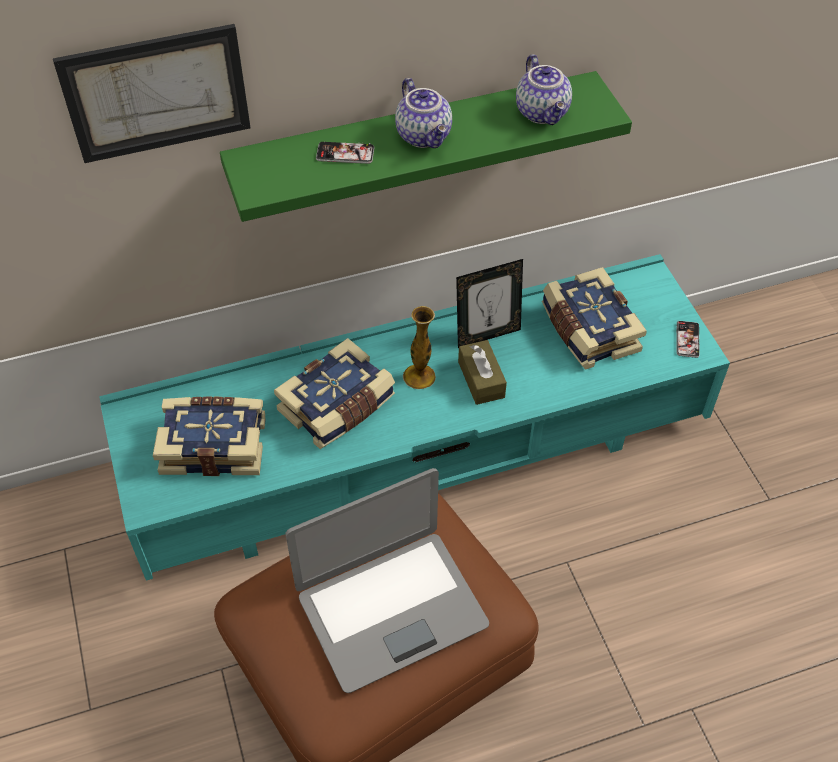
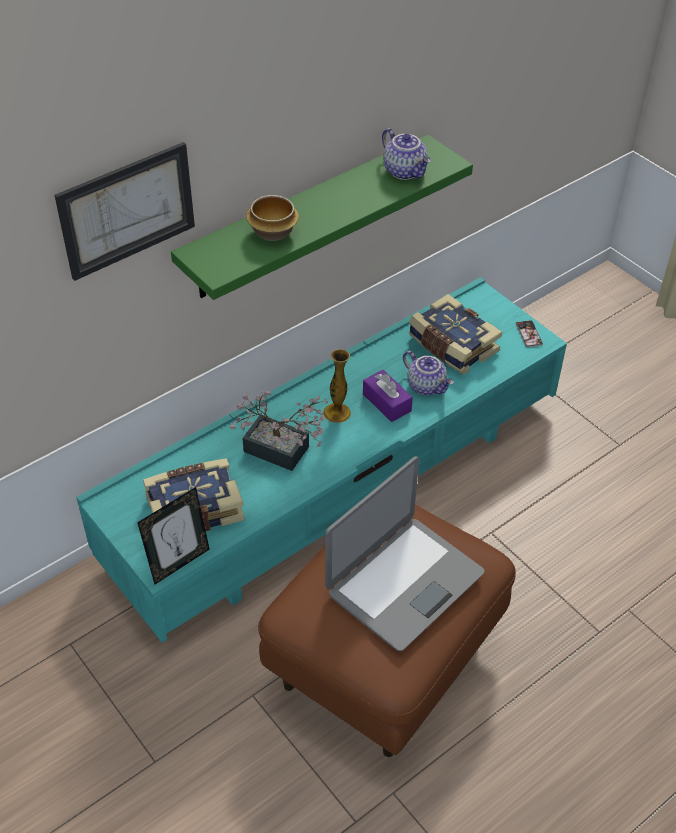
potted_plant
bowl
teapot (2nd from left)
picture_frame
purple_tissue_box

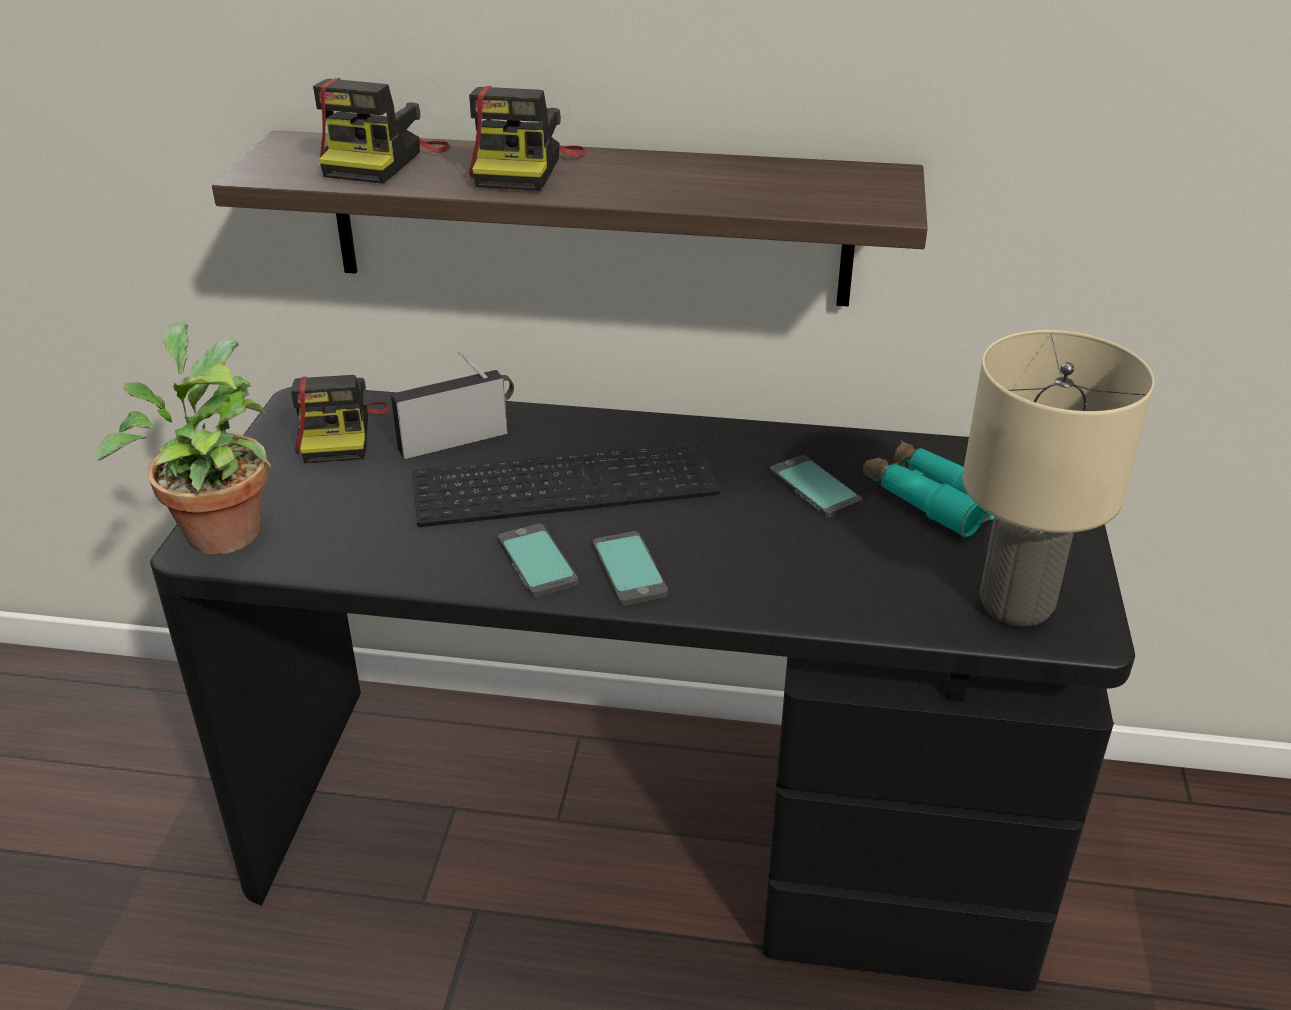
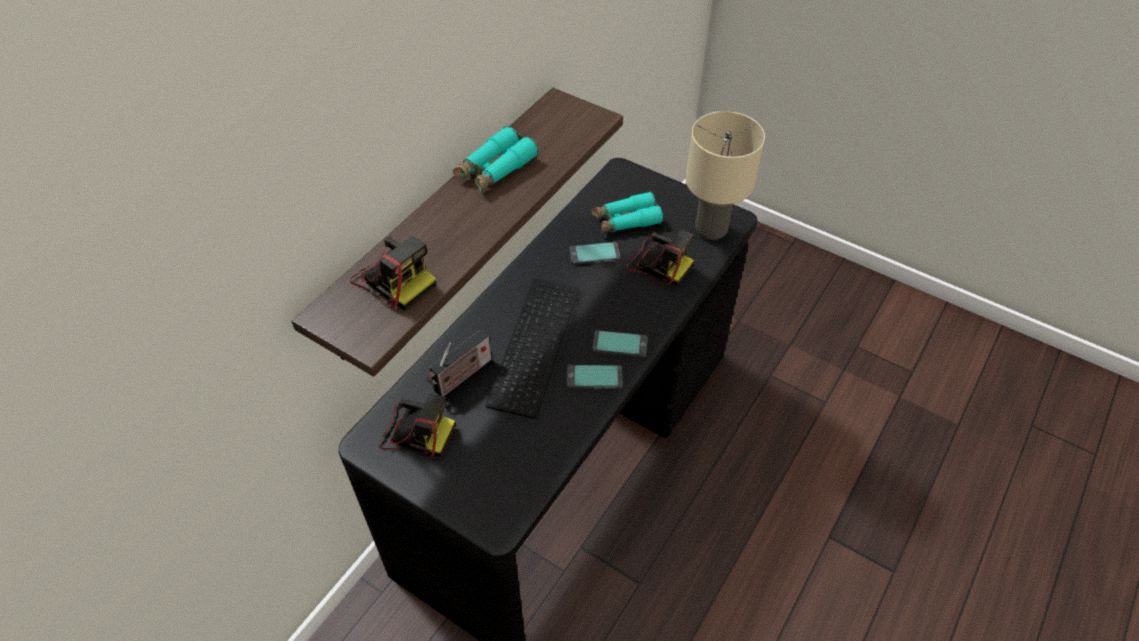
potted_plant
radio
photo_camera (3rd from left)
turquoise_binoculars (1st from left)

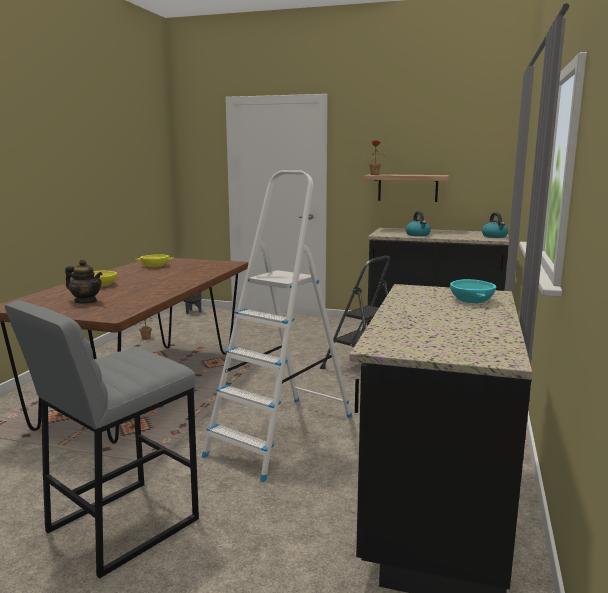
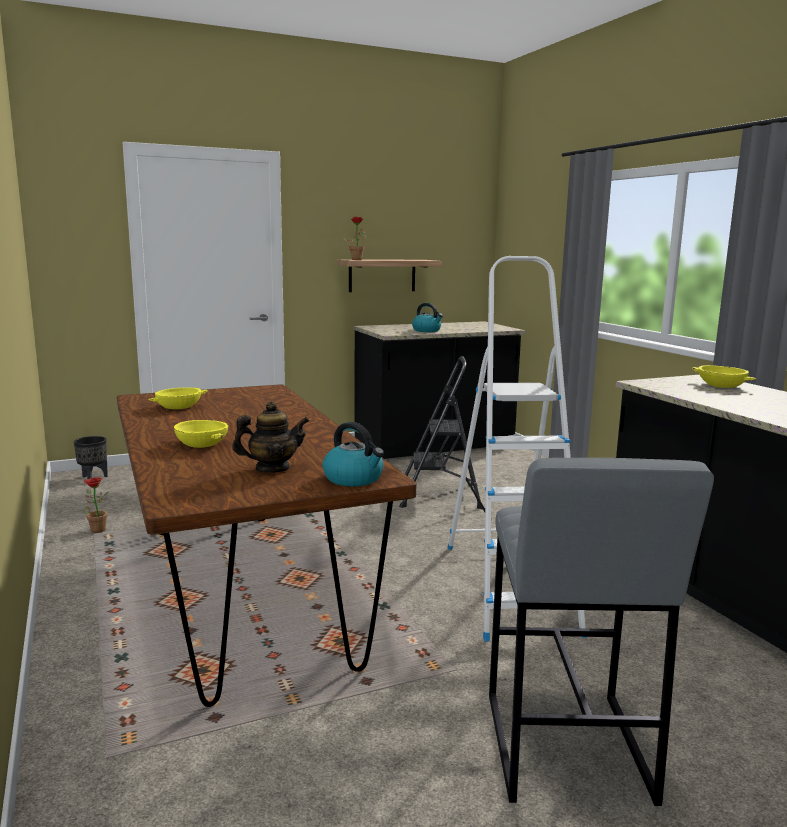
yellow_bowl (3rd from left)
kettle (1st from left)

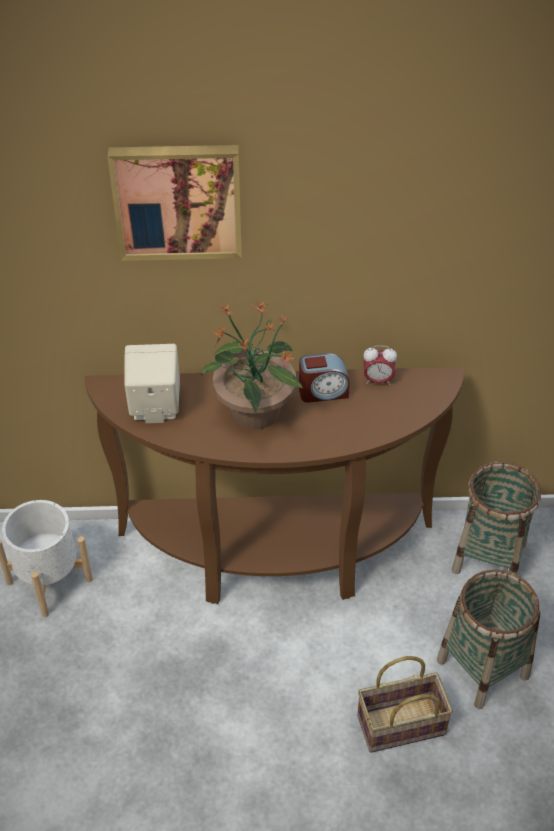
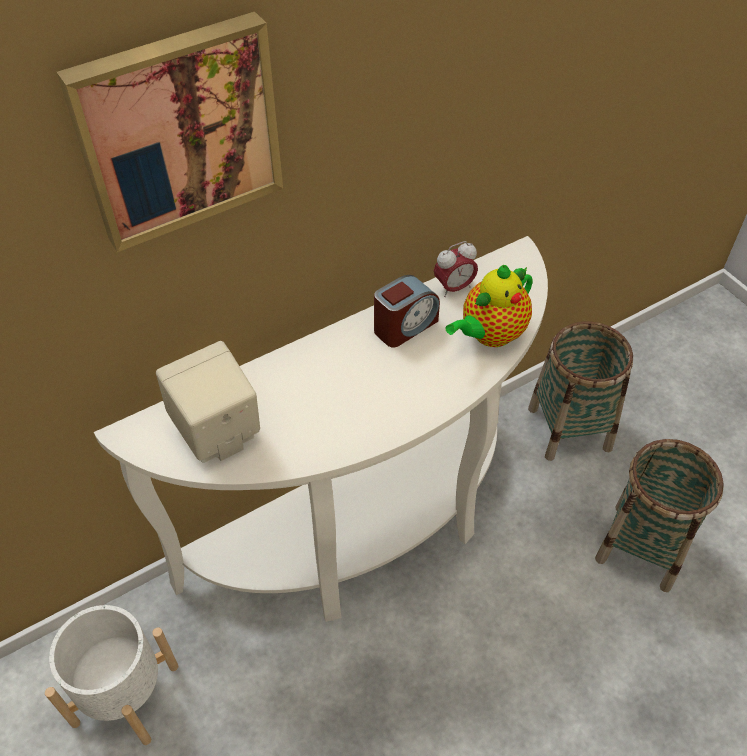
white_console_table
potted_plant
basket (1st from left in the first image)
teapot

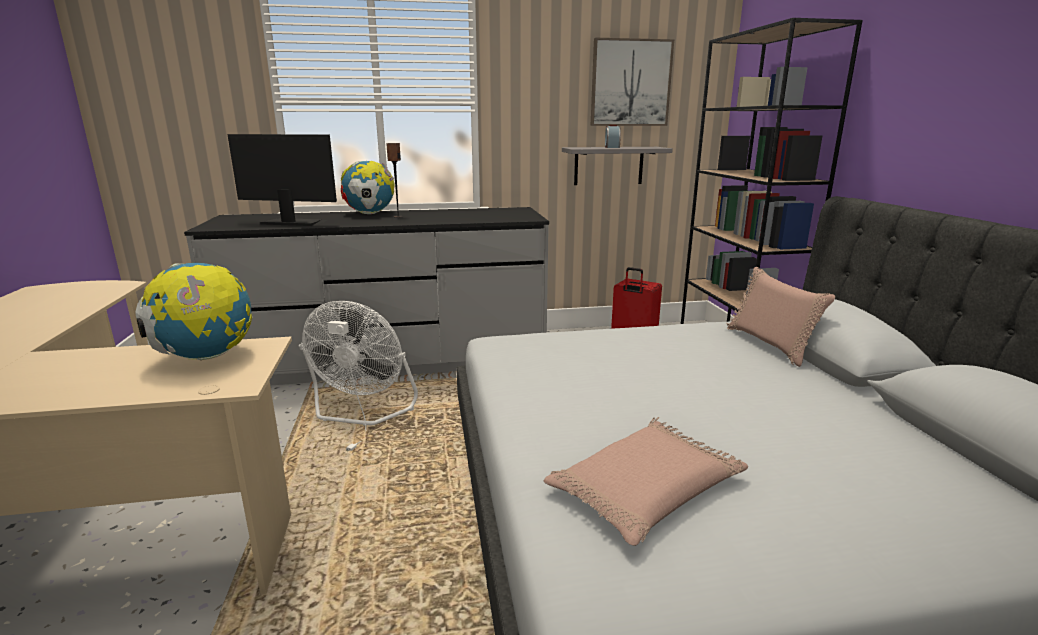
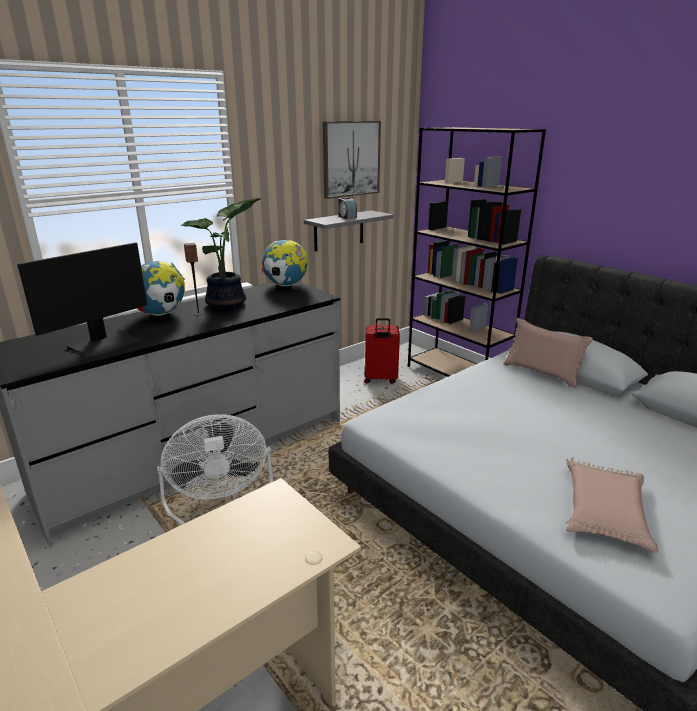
globe (2nd from left)
monitor
potted_plant

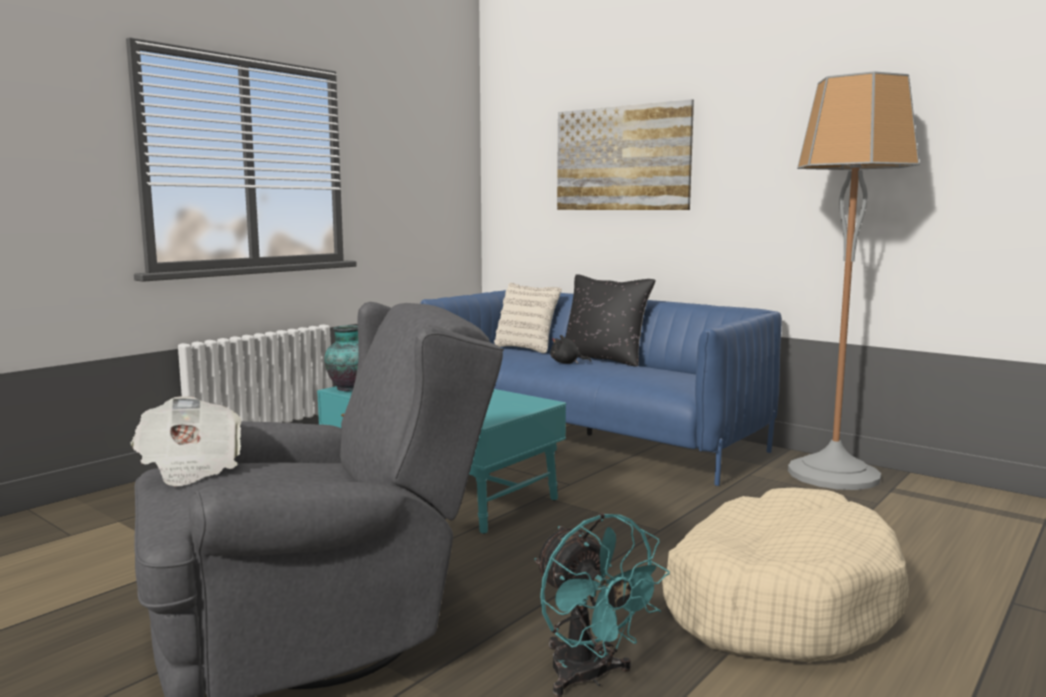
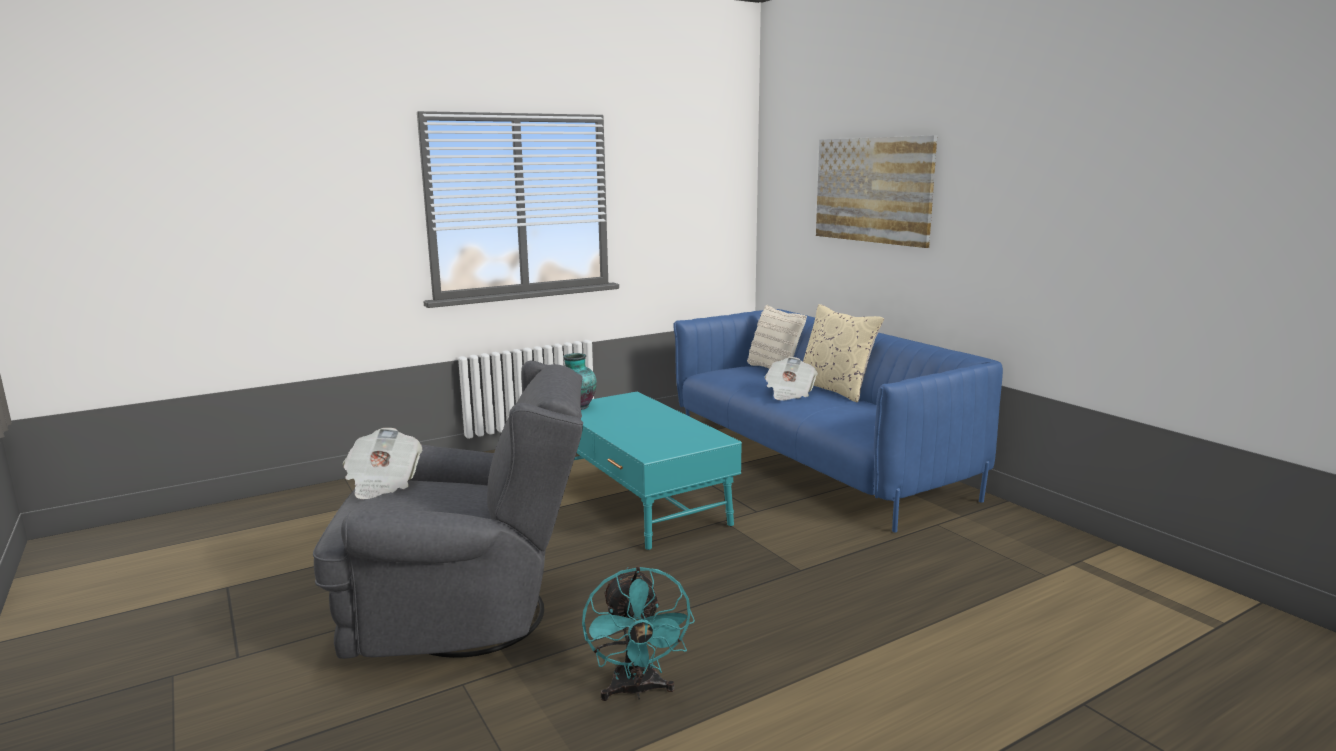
newspaper (2nd from left)
beige_pillow (2nd from left)
beige_dog_bed
floor_lamp

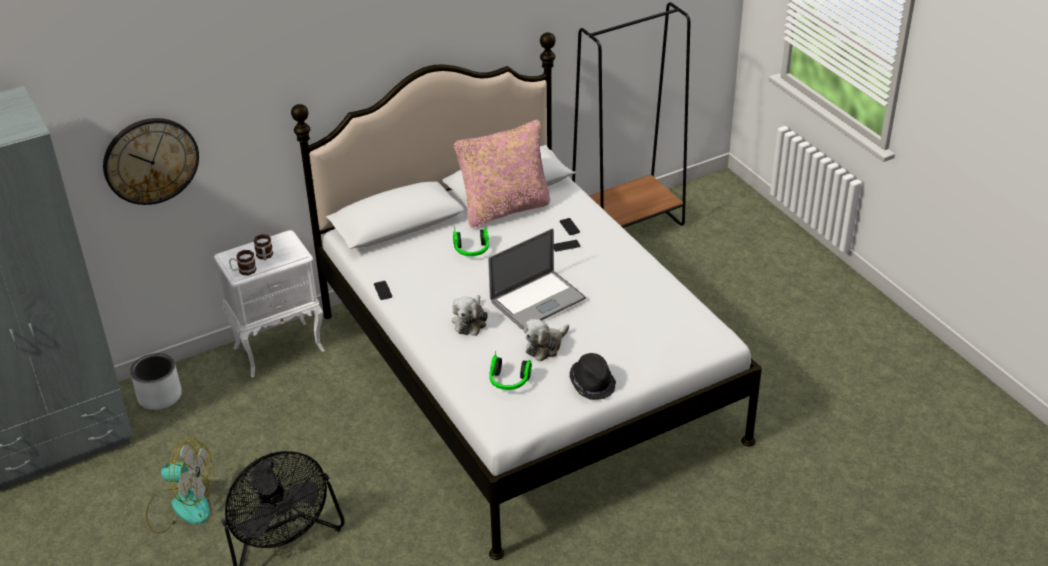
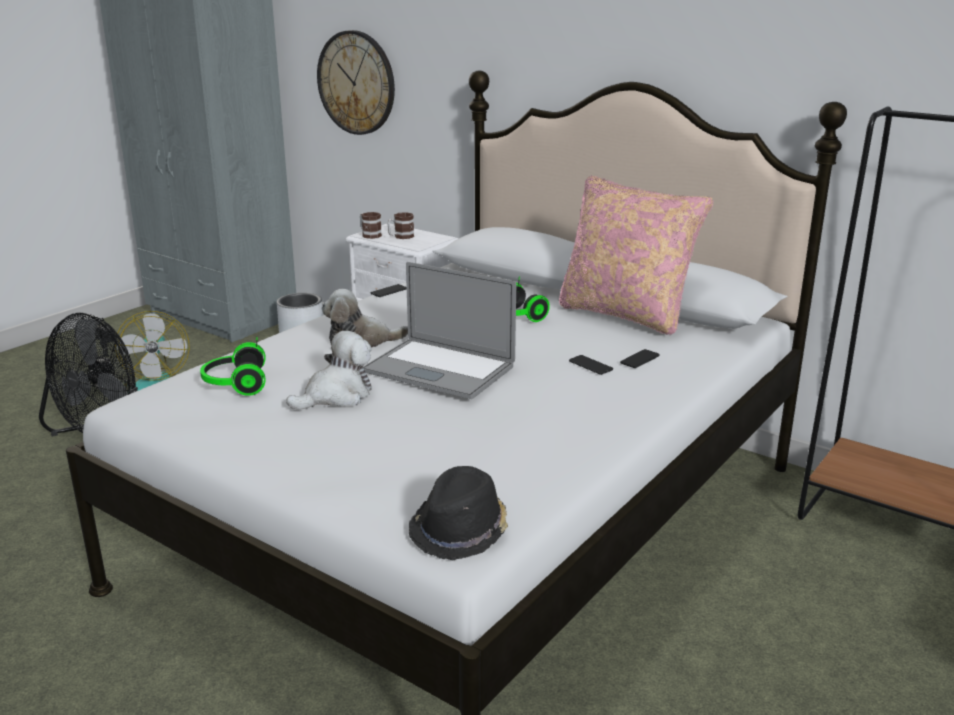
plush_toy (1st from left)
black_hat

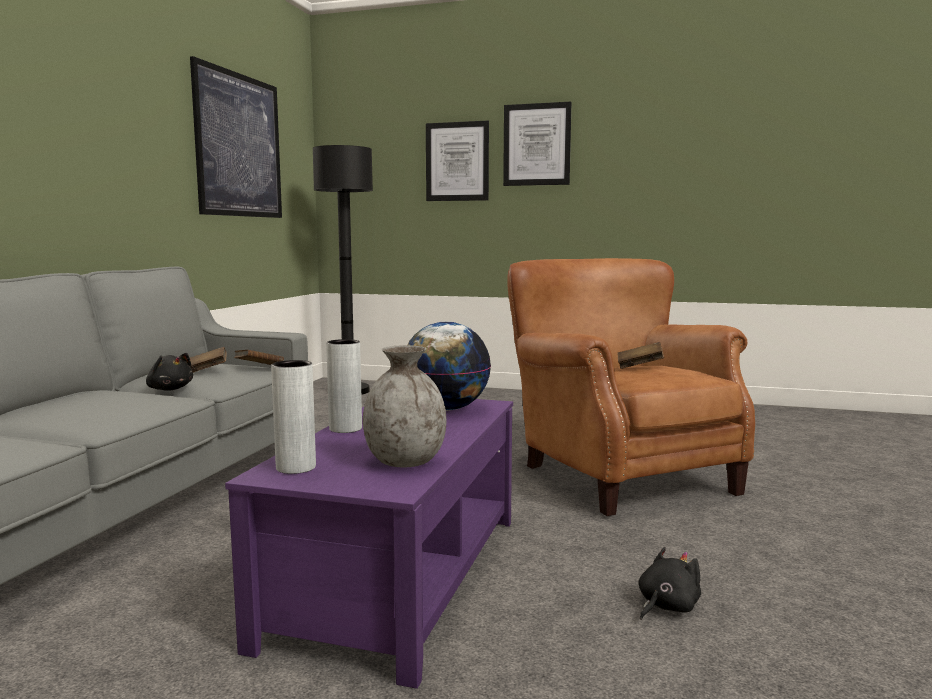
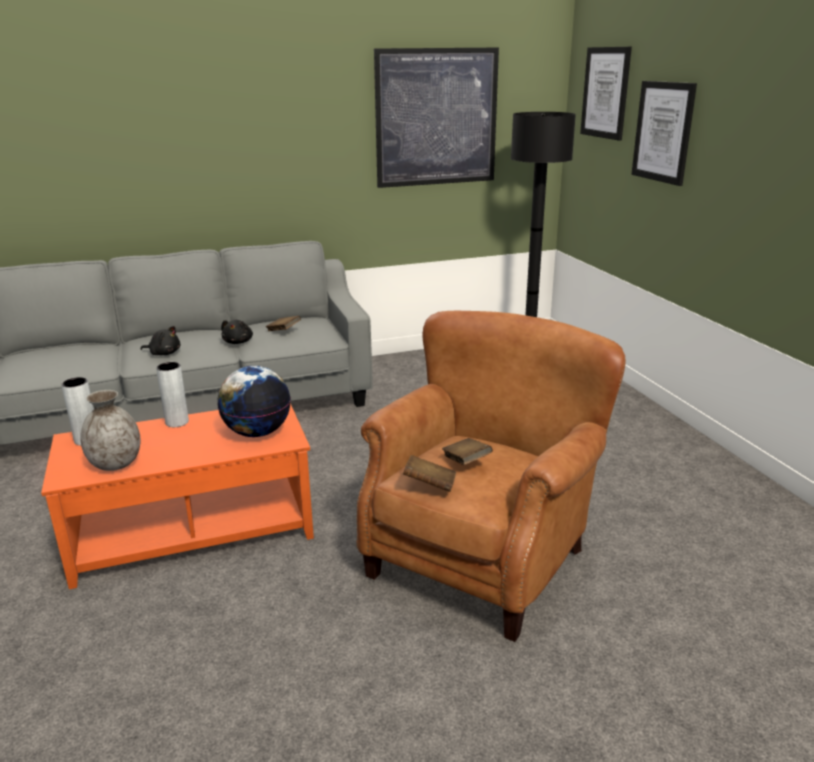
orange_coffee_table
brown_book (2nd from left)
picture (2nd from left)
black_plush_toy (1st from left)

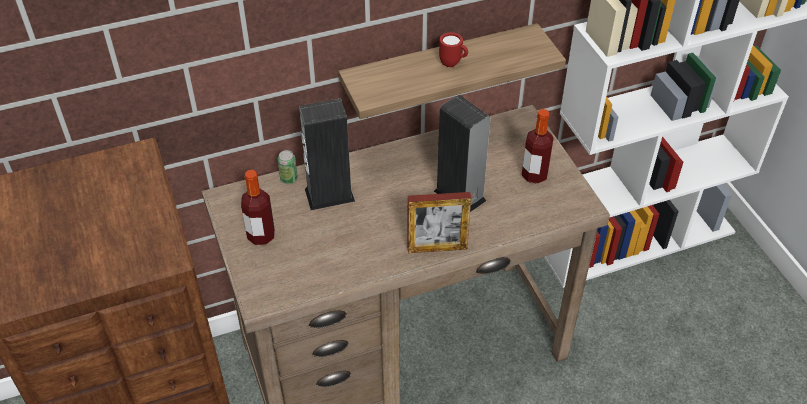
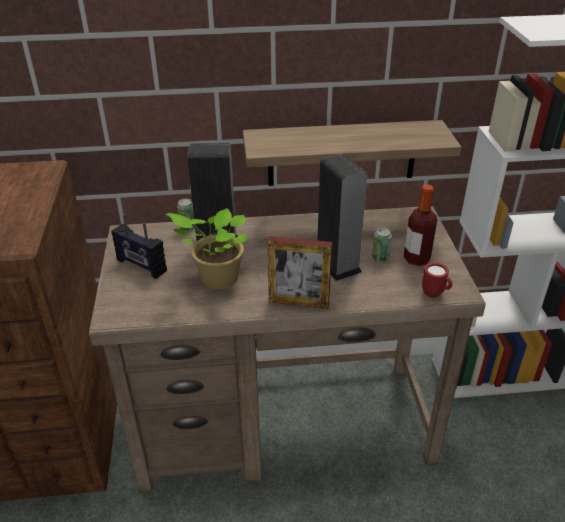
radio
red_mug
potted_plant
can (2nd from left)

